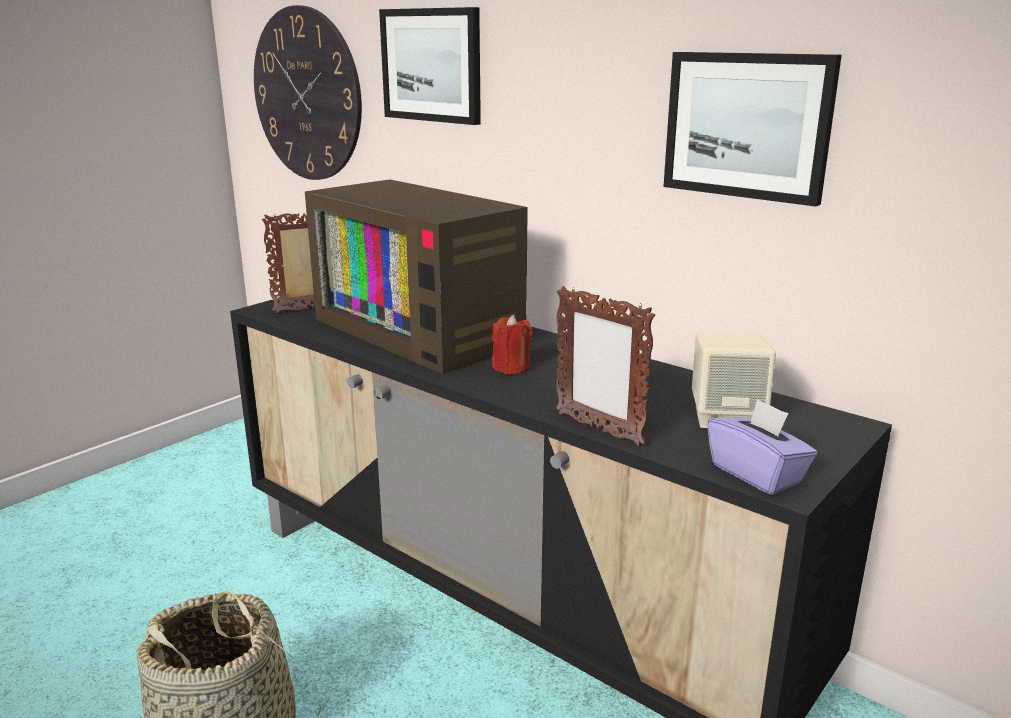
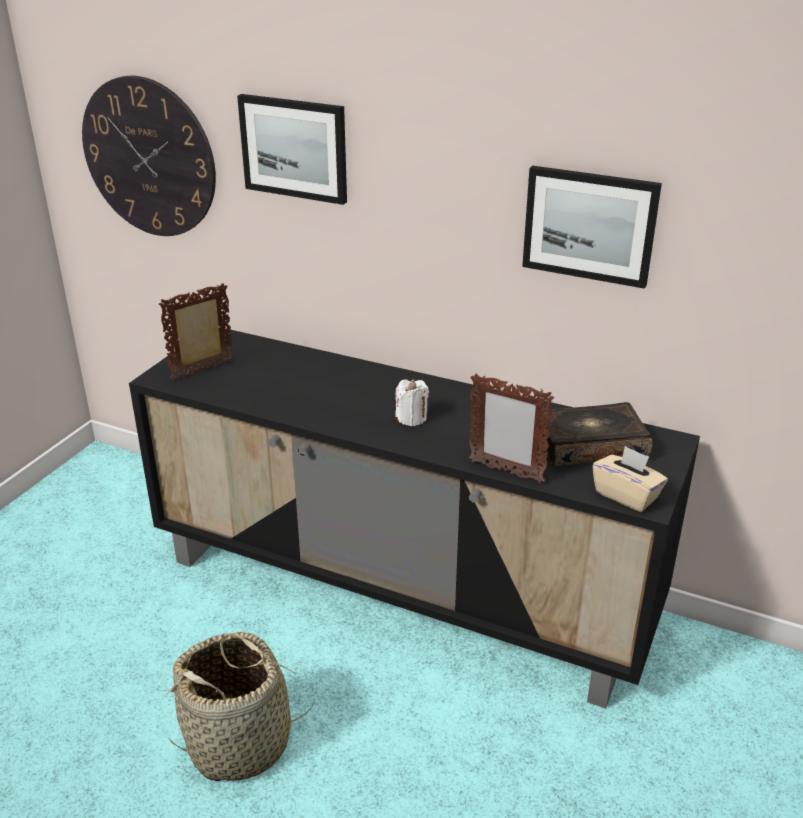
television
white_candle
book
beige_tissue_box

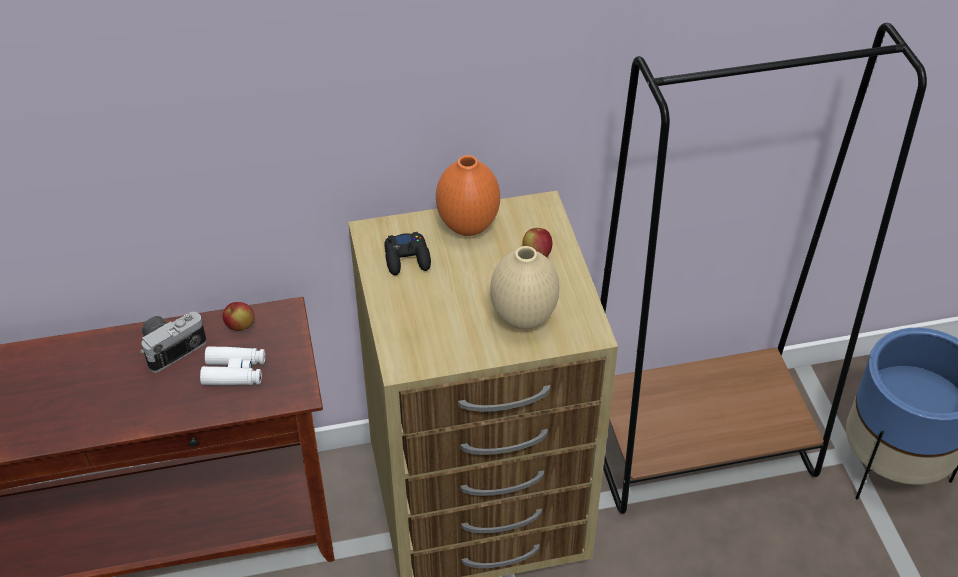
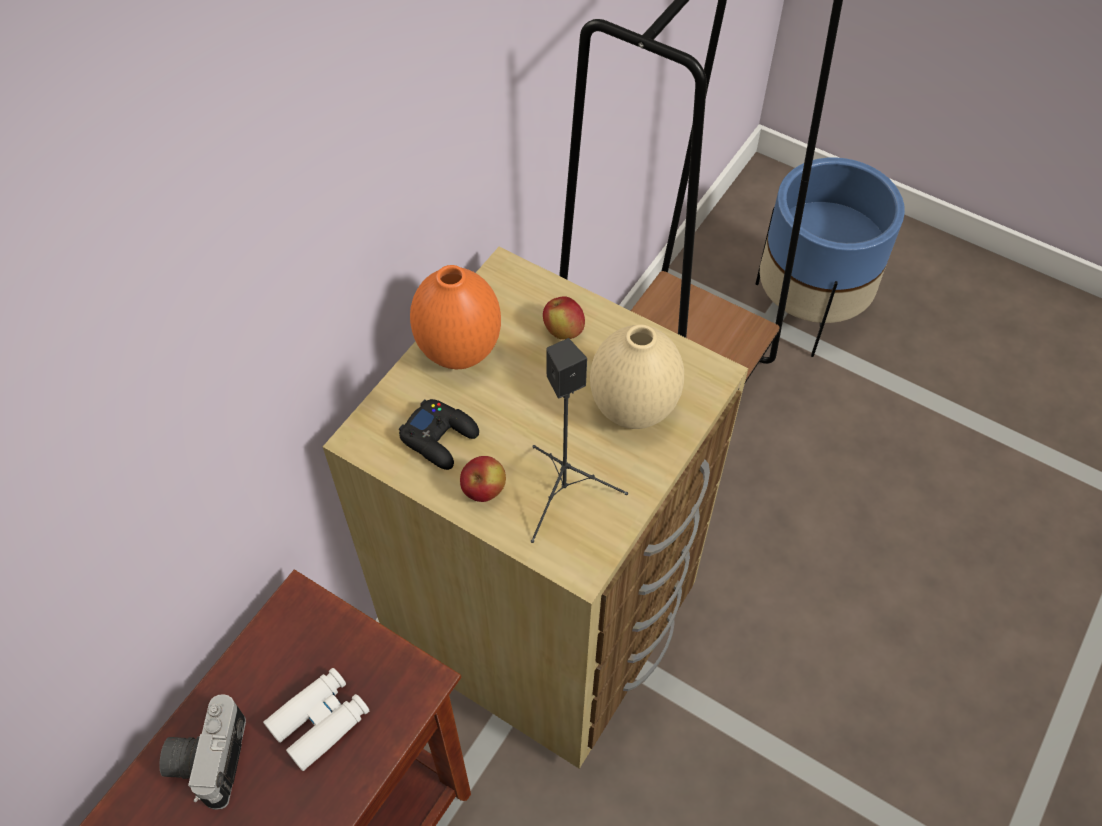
apple (1st from left)
black_speaker

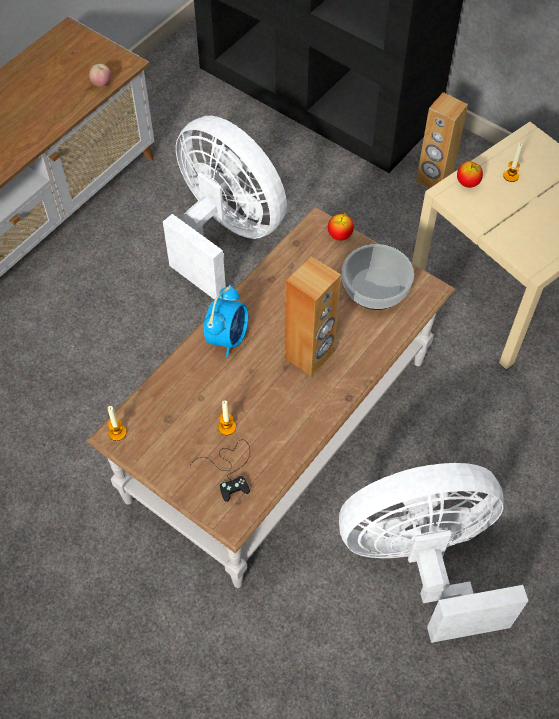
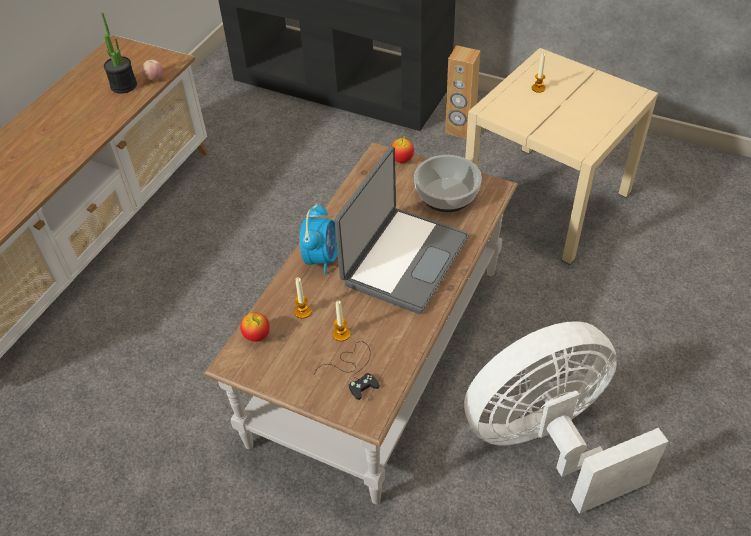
candle (1st from left)
white_fan (1st from left in the first image)
laptop
apple (2nd from left)
potted_plant

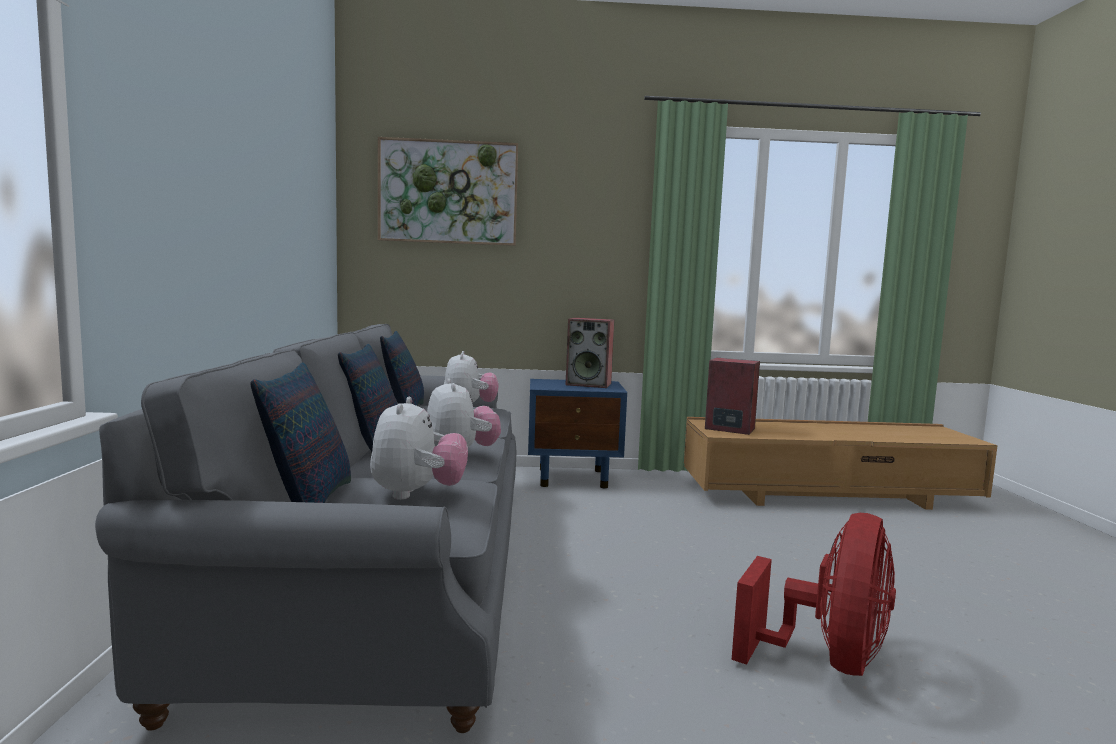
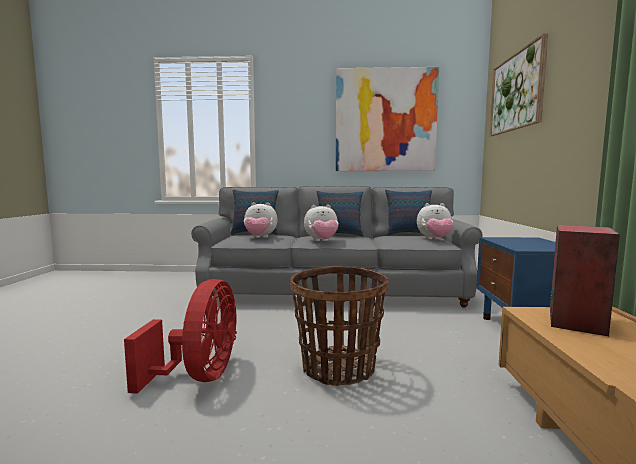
speaker (1st from left in the first image)
red_fan
basket
picture (1st from left)

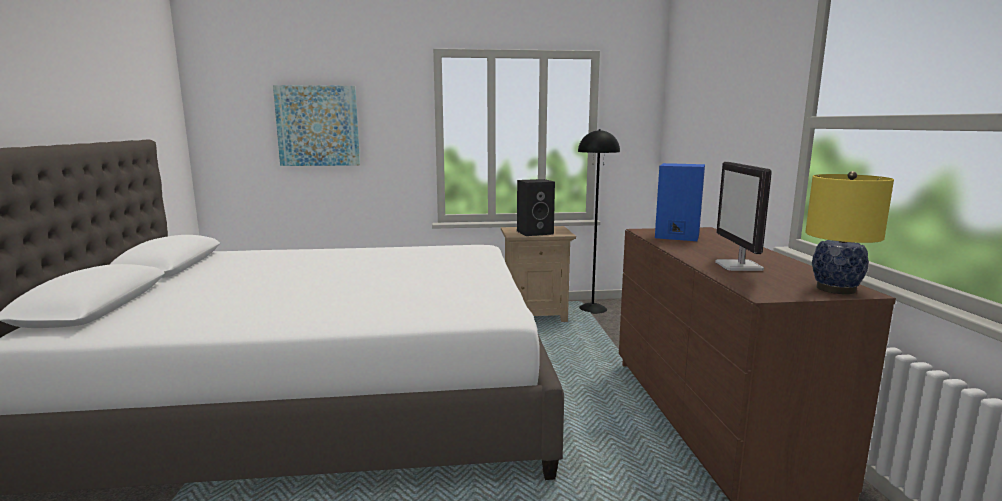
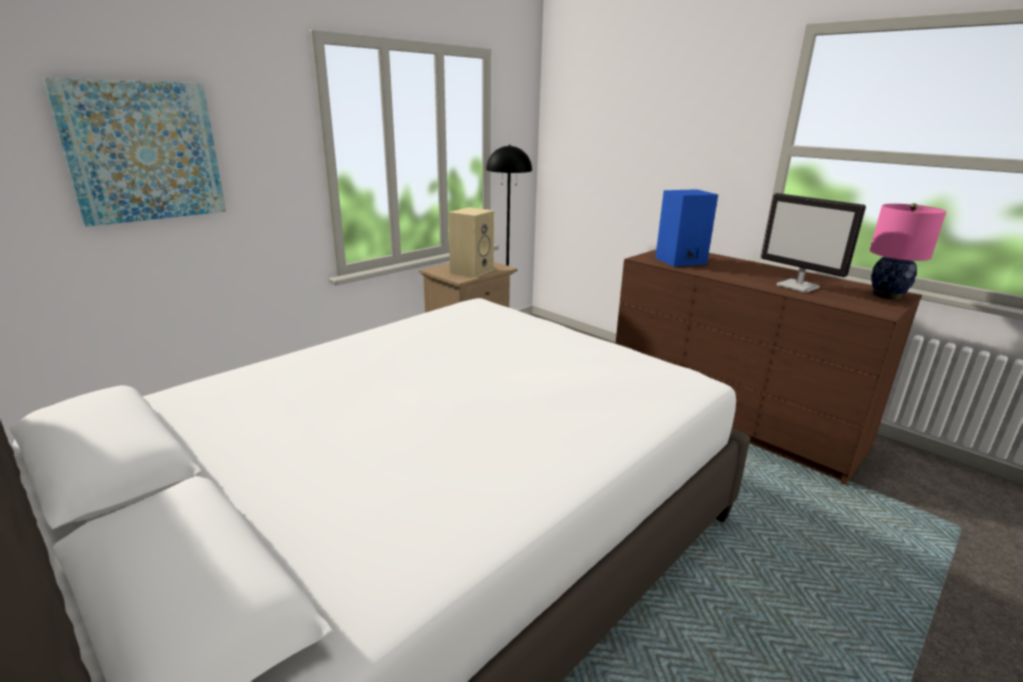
beige_speaker
pink_table_lamp

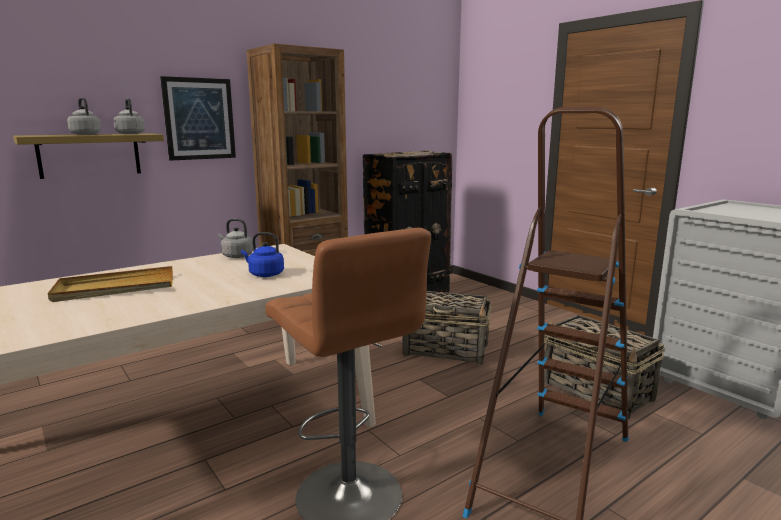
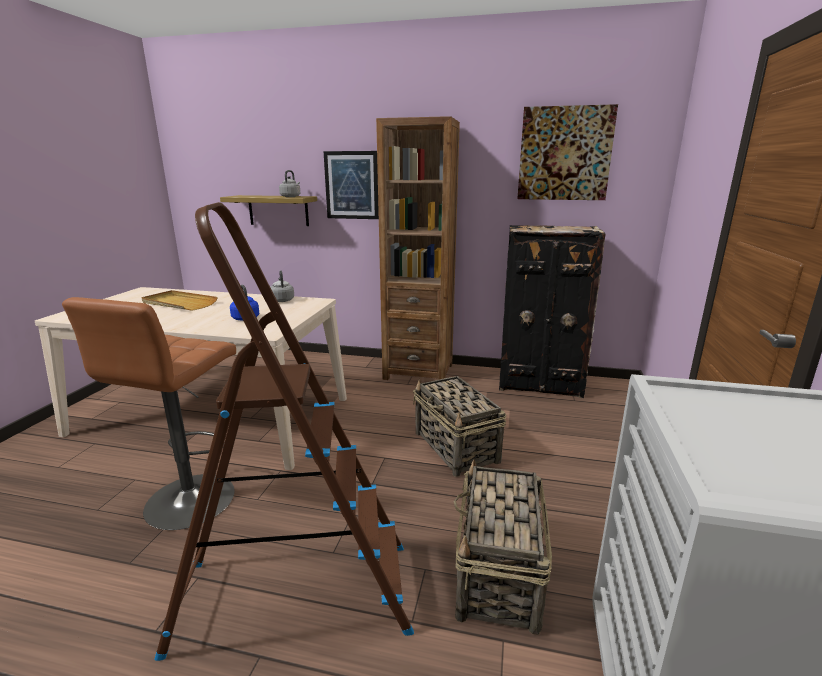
grey_kettle (1st from left in the first image)
picture (2nd from left)

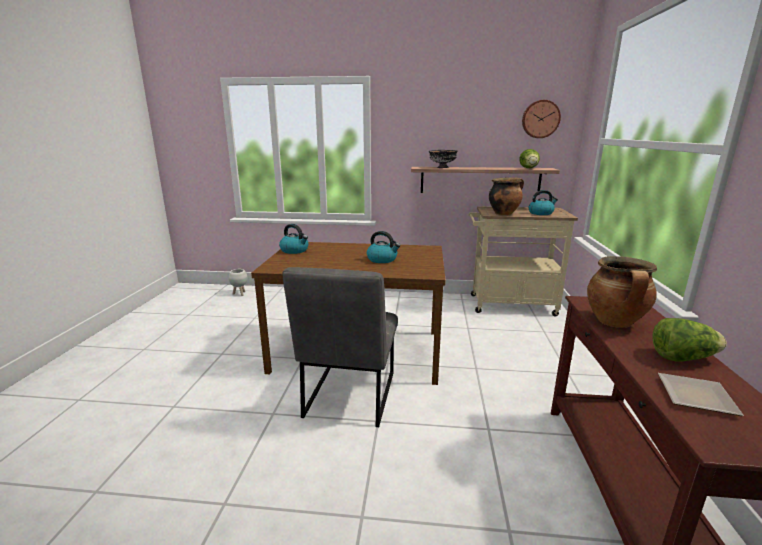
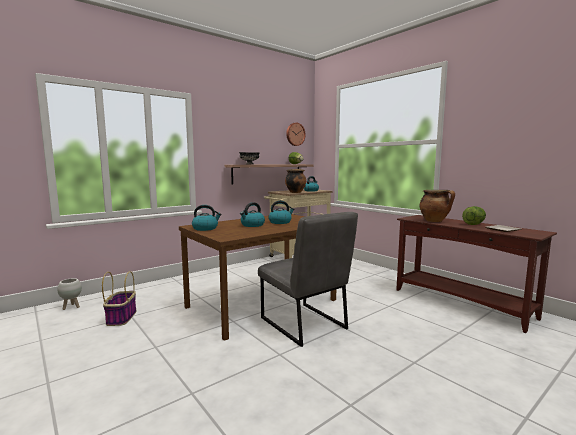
basket
kettle (2nd from left)

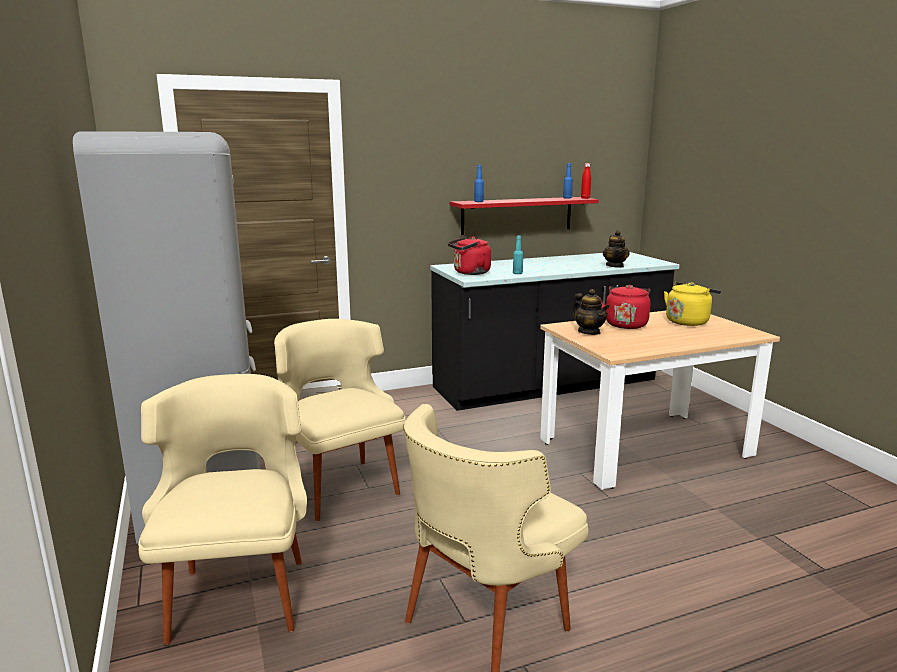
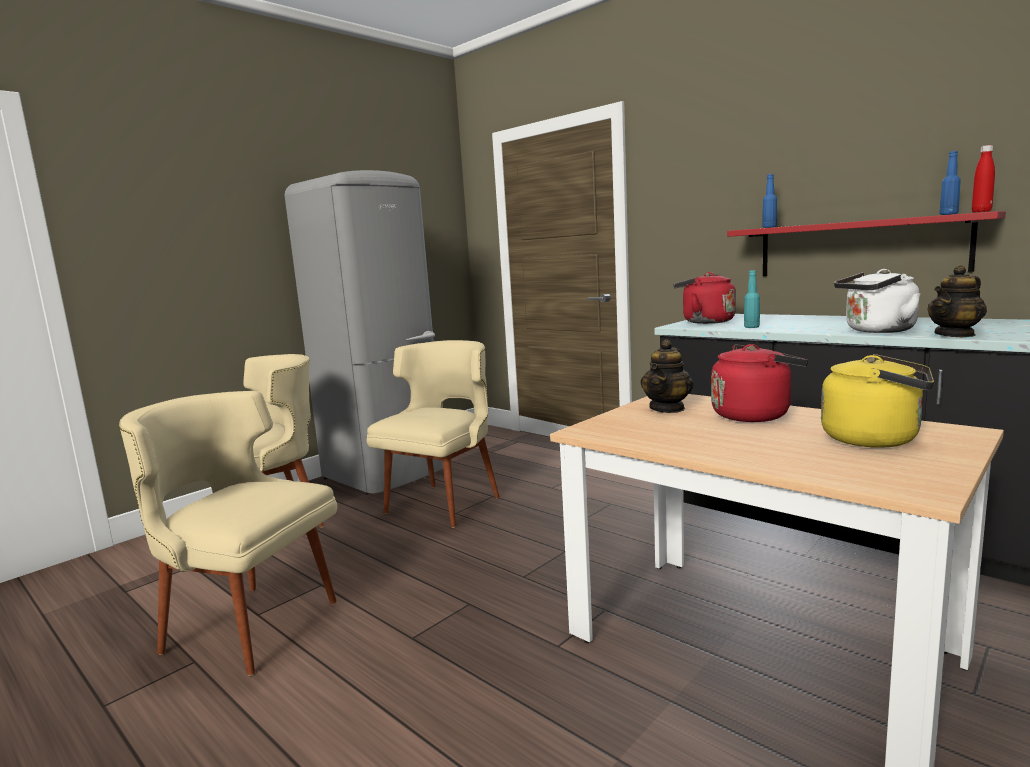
white_kettle

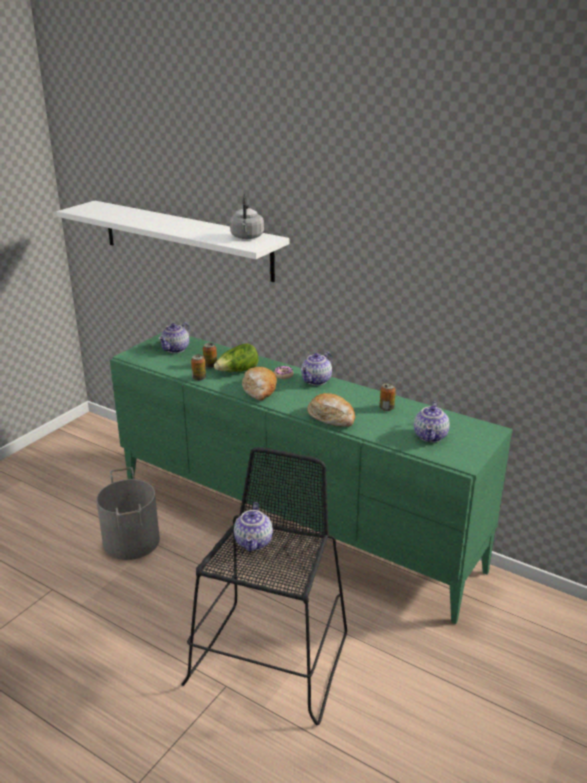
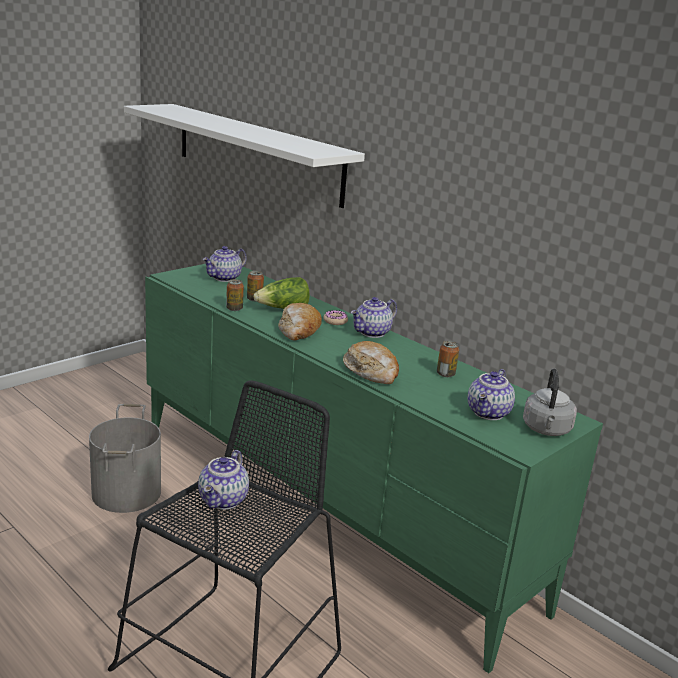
grey_kettle

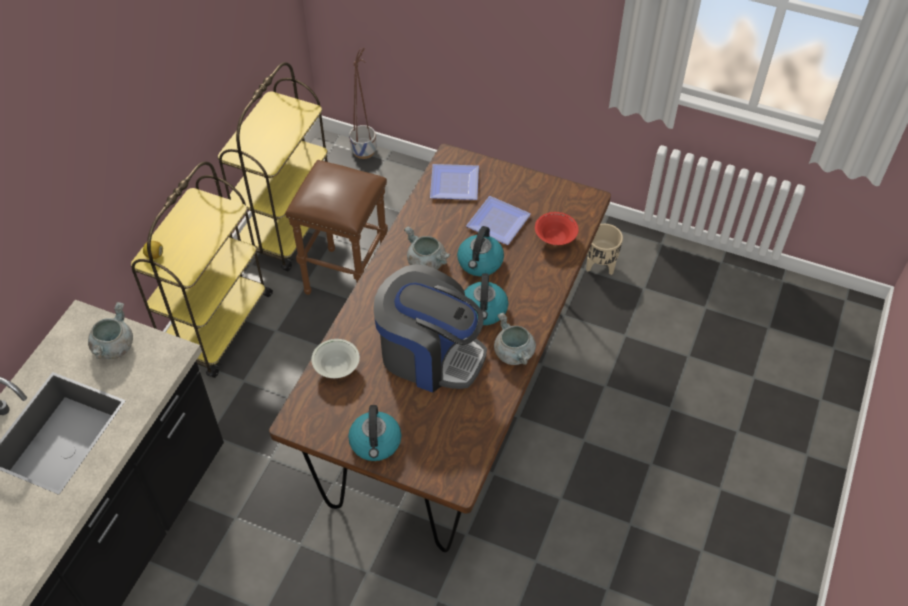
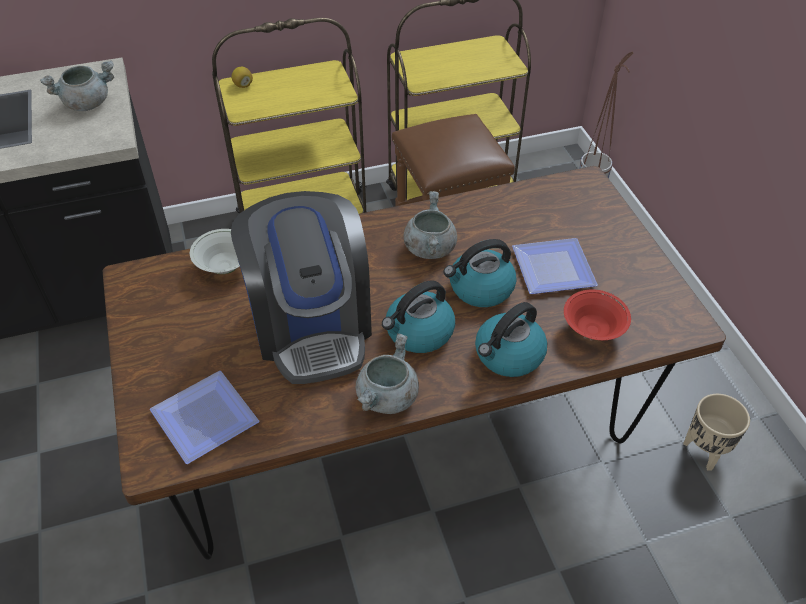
kettle (3rd from left)
plate (1st from left)

